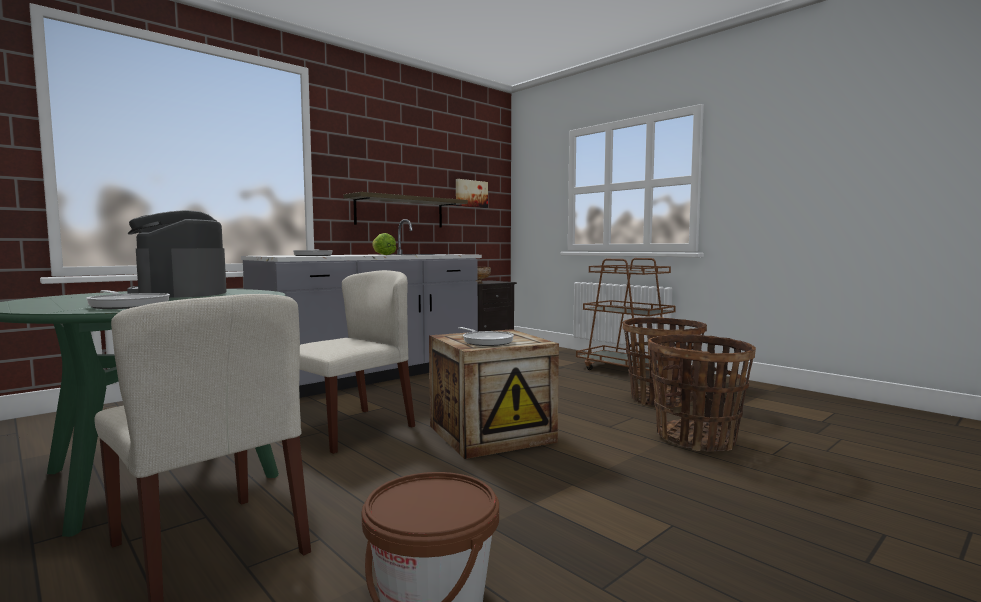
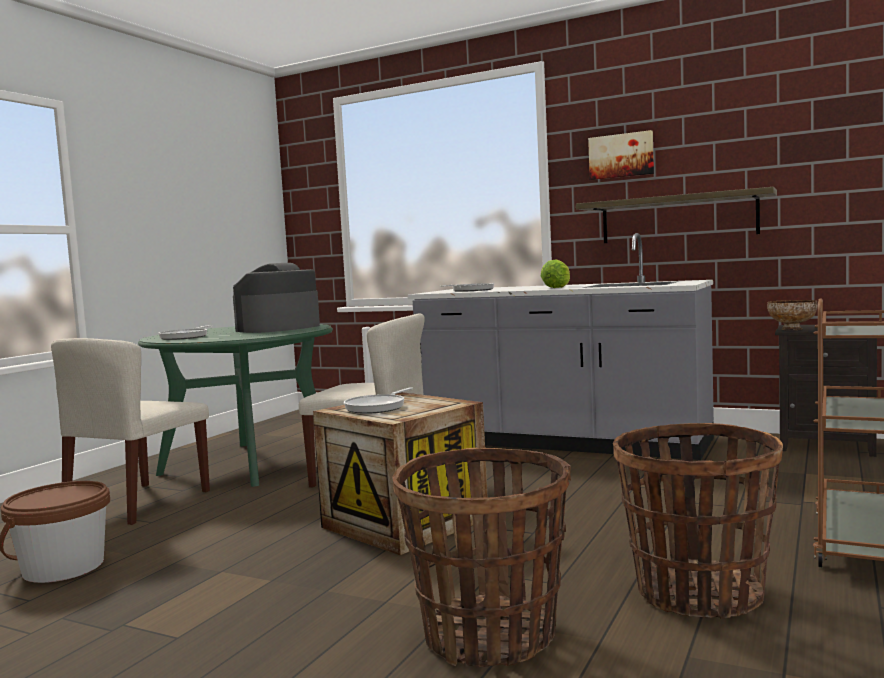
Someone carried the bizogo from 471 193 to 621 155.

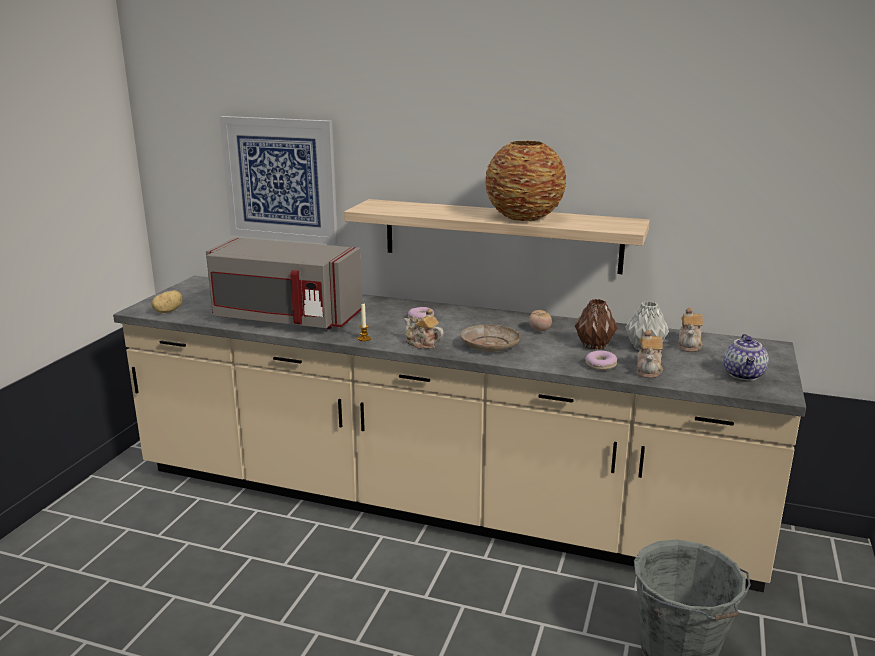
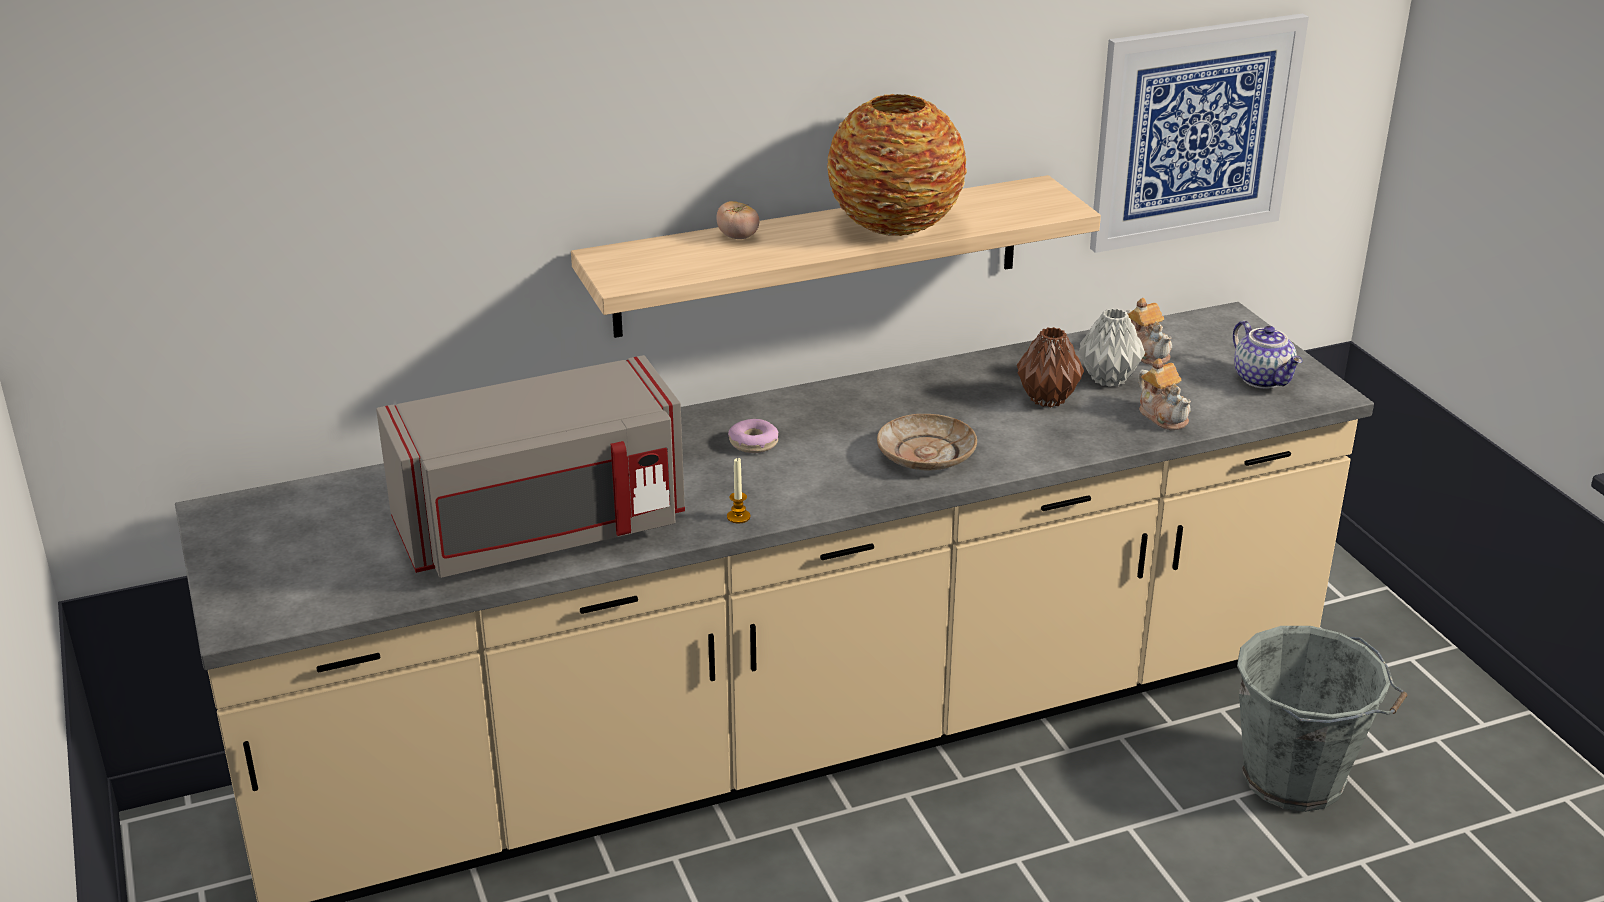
Someone took away the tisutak at 168 311.
Someone carried the bizogo from 280 179 to 1194 132.
Someone took away the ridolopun at 422 344.
Someone carried the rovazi from 539 330 to 738 237.
Someone took away the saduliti at 600 365.

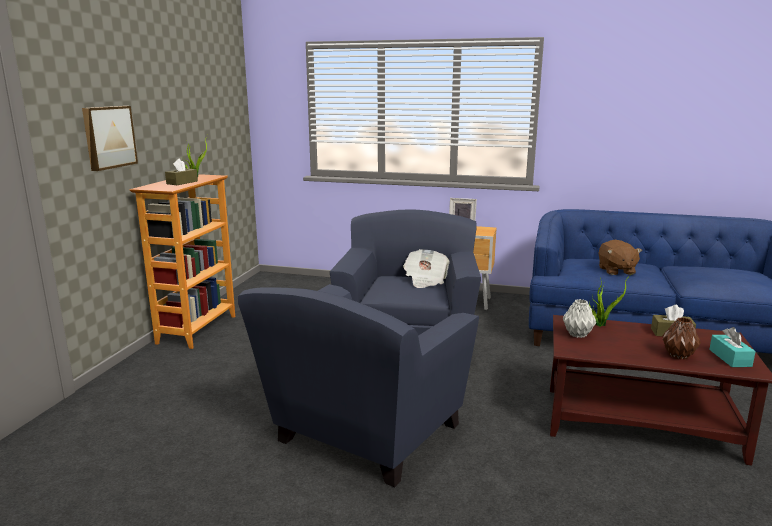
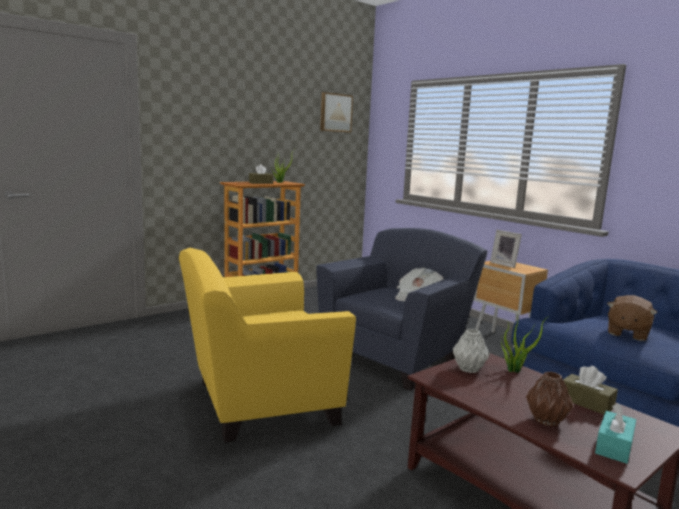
Someone carried the bizogo from 108 137 to 335 112.
Someone repainted the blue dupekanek at 361 436, which became the yellow dupekanek at 257 402.

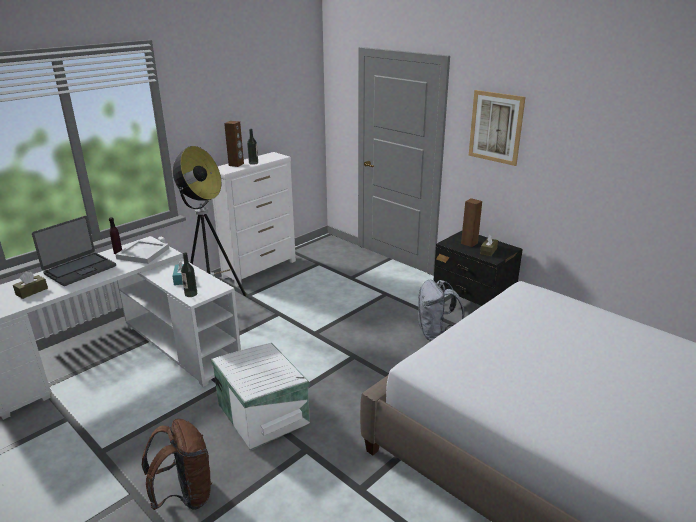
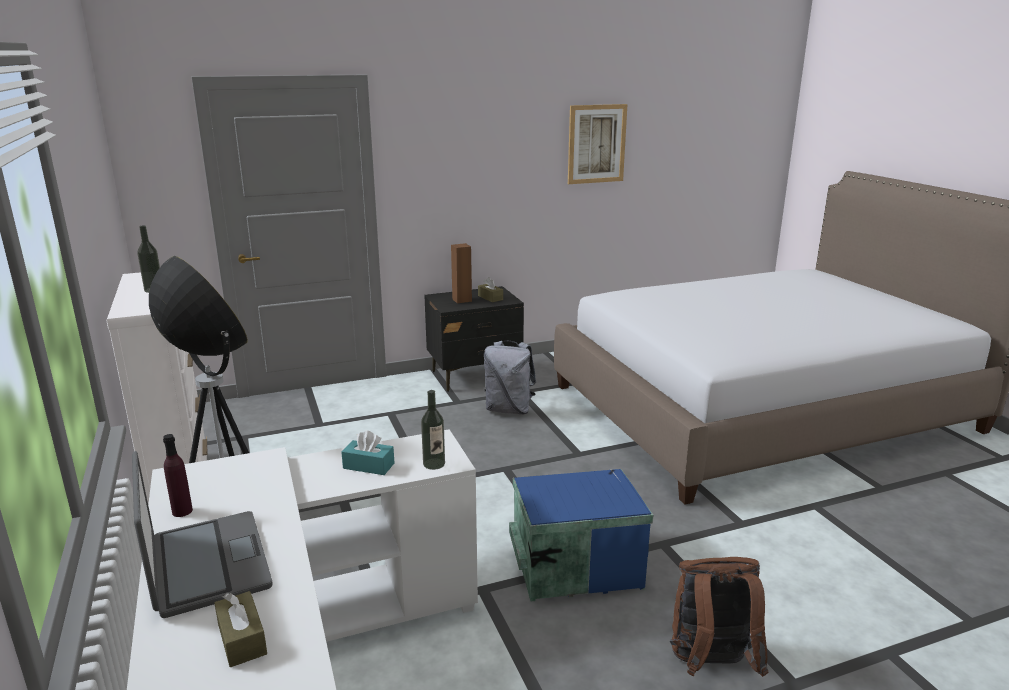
Someone took away the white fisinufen at 143 253.
Someone repainted the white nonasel at 263 412, which became the blue nonasel at 574 562.
Someone took away the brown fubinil at 236 164.
Someone carried the bizogo from 496 127 to 596 144.

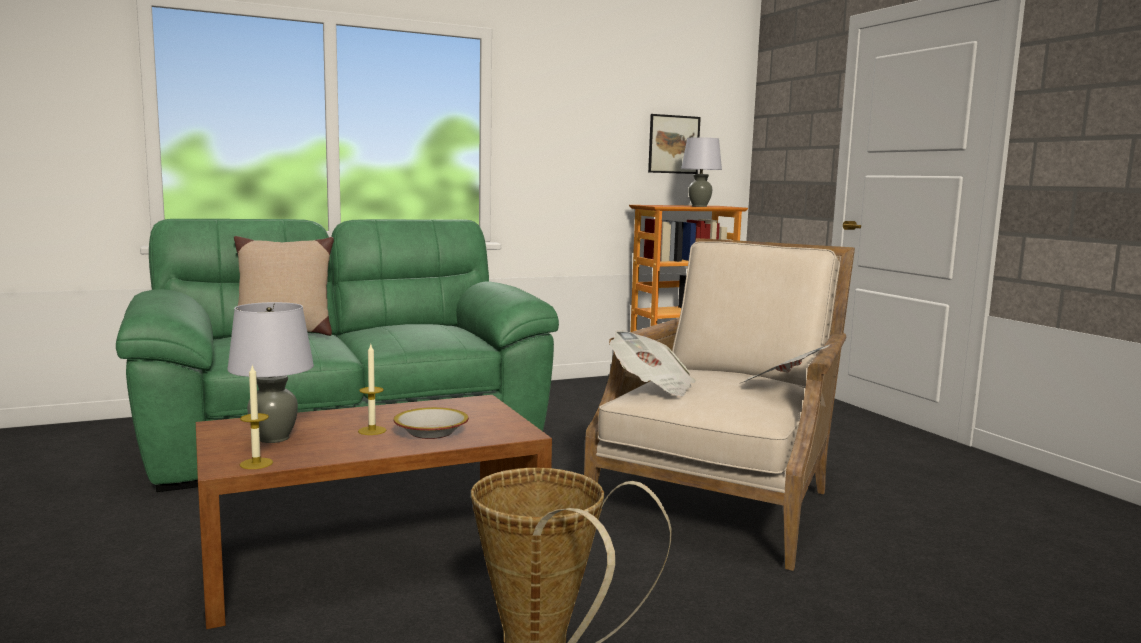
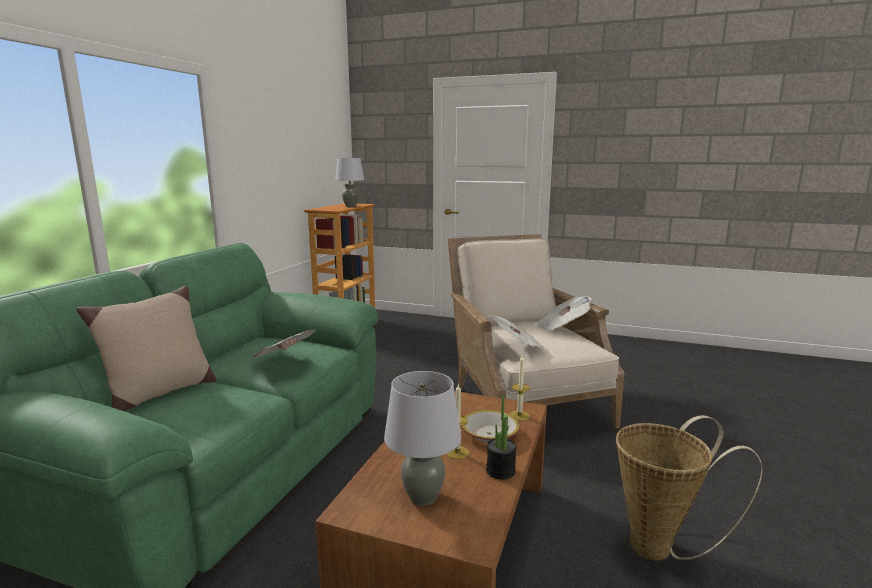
Someone carried the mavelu from 256 463 to 519 415.
Someone took away the bizogo at 673 144.
Someone put down the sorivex at 284 360.
Someone put down the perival at 500 471.

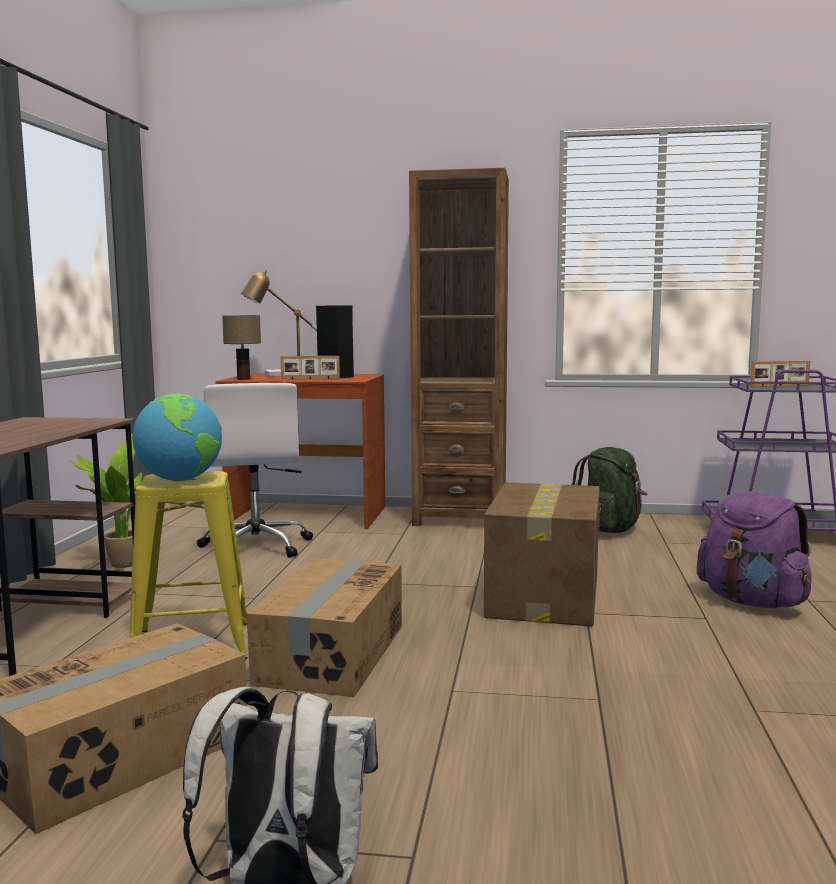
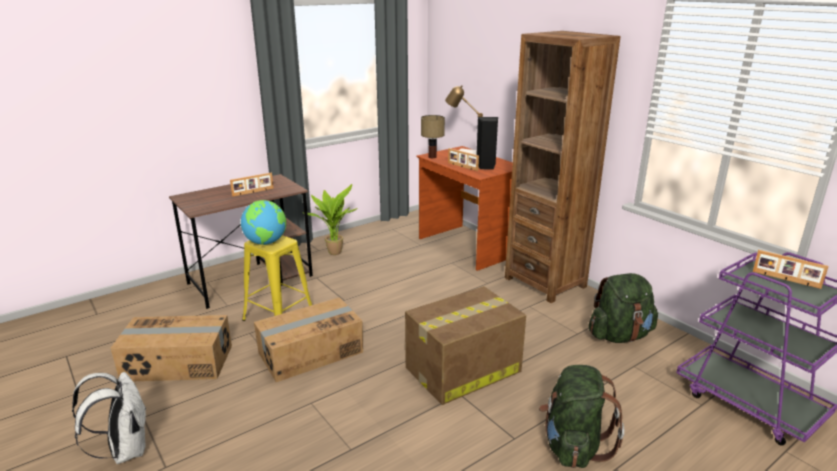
Someone took away the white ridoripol at 256 547.
Someone repainted the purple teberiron at 752 601, which became the green teberiron at 573 446.
Someone put down the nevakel at 253 192.

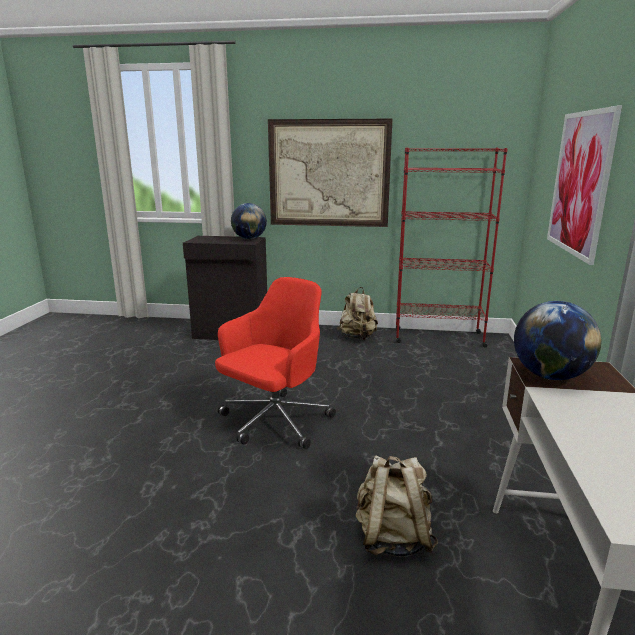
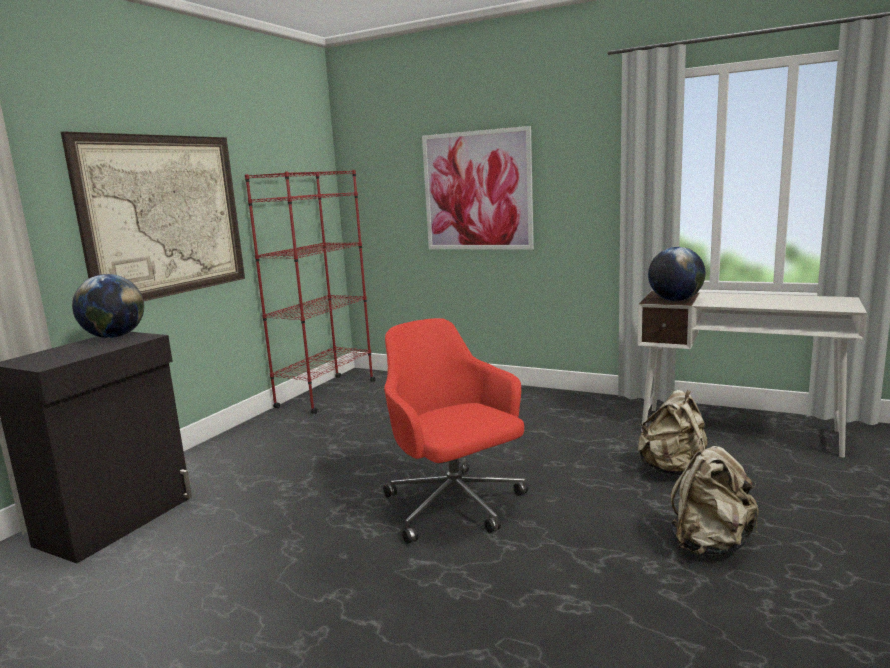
Someone carried the beige teberiron from 357 337 to 710 544.

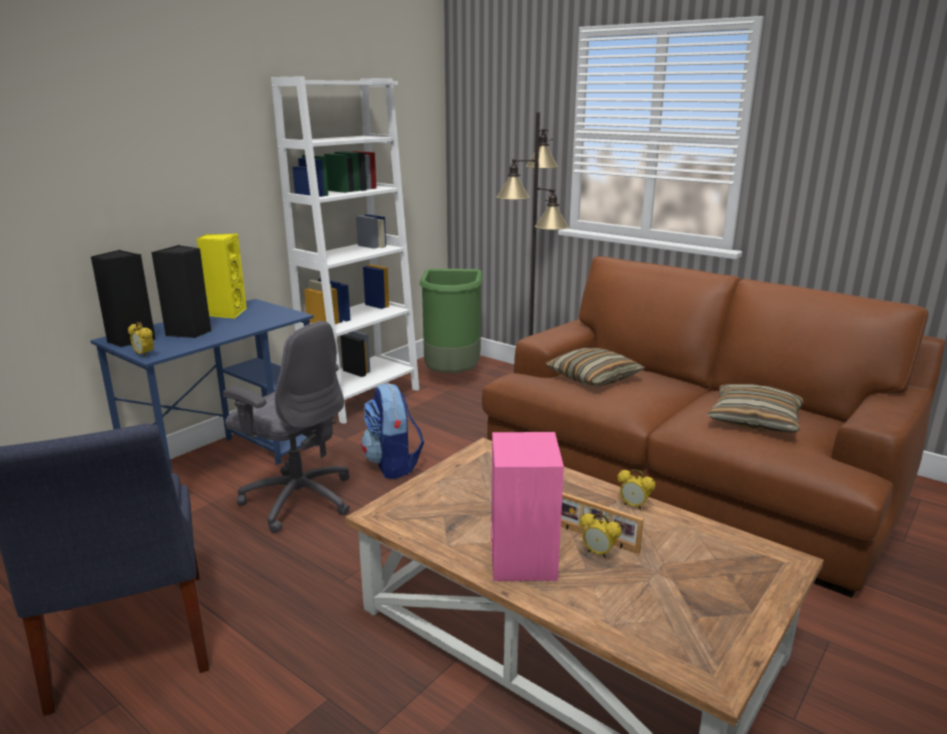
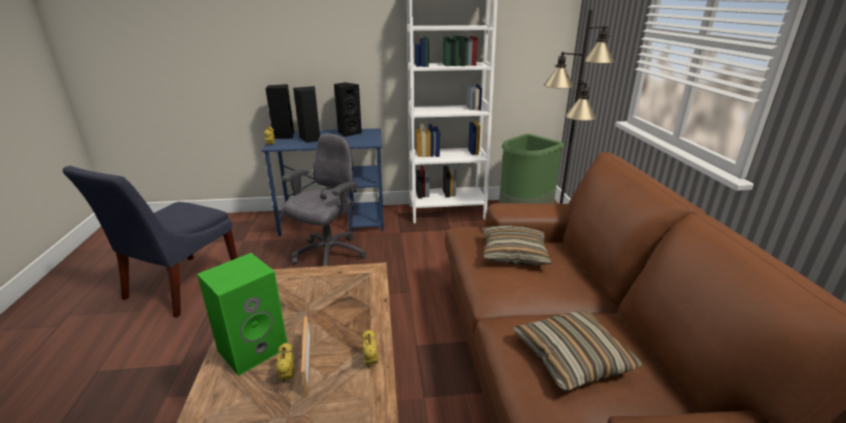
Someone repainted the yellow fubinil at 227 313, which became the black fubinil at 348 133.
Someone rotated the grey ridoripol at 298 499 by 135 degrees counterclockwise.
Someone took away the teberiron at 393 465.
Someone repainted the pink fubinil at 521 557, which became the green fubinil at 253 347.

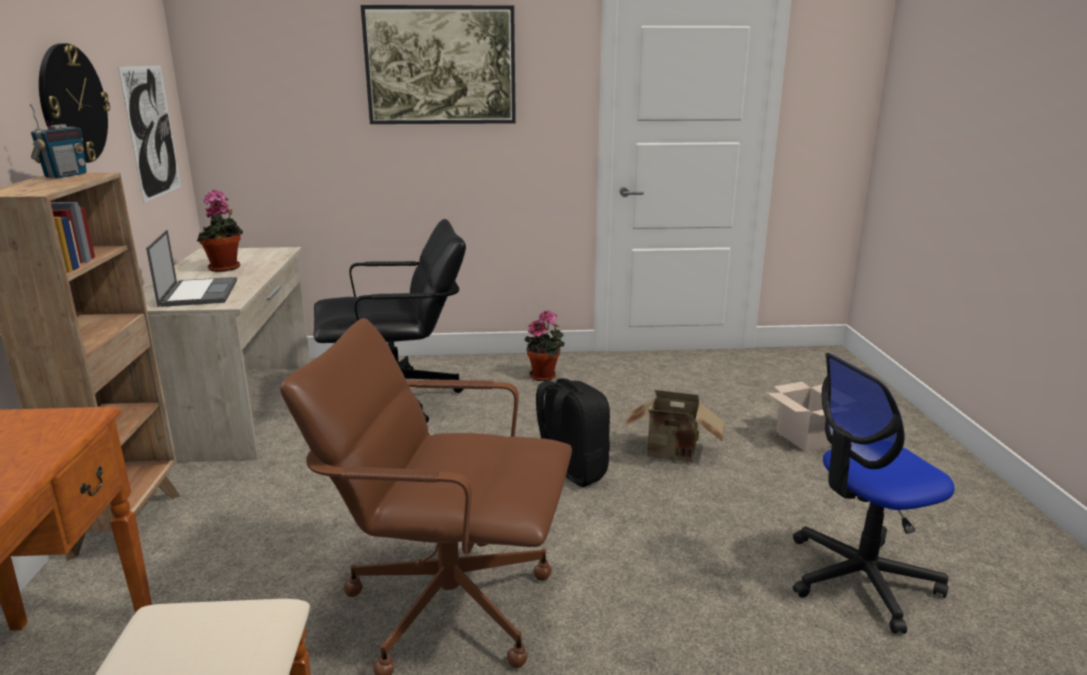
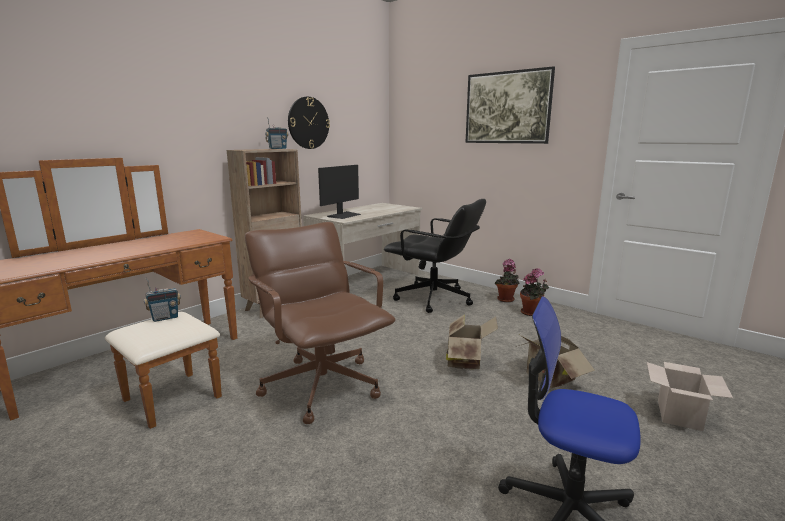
Someone took away the bizogo at 152 132.
Someone swapped the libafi at 198 292 for the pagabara at 344 215.
Someone carried the perival from 225 268 to 506 300.
Someone swapped the black teberiron at 569 472 for the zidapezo at 467 361.
Someone put down the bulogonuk at 165 318.

